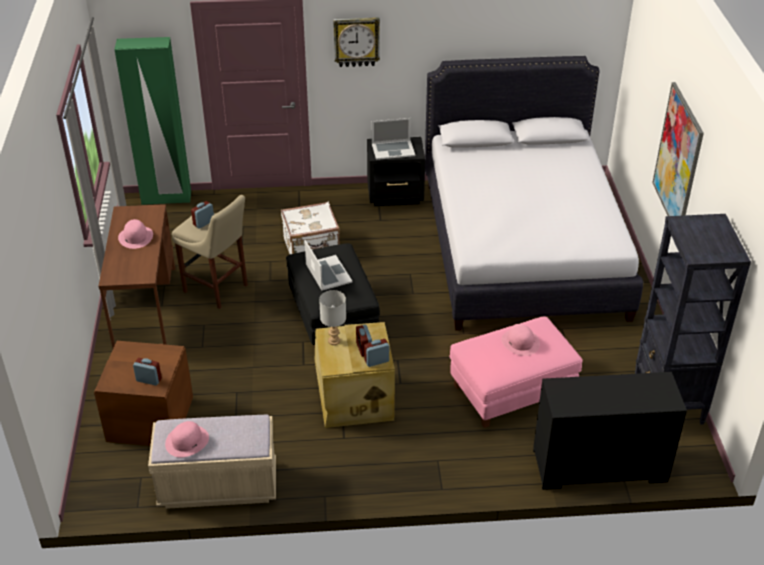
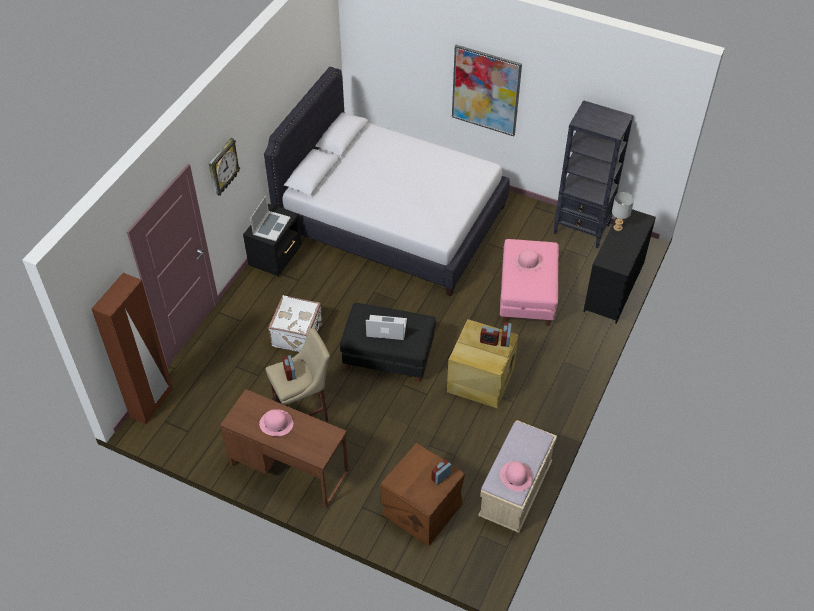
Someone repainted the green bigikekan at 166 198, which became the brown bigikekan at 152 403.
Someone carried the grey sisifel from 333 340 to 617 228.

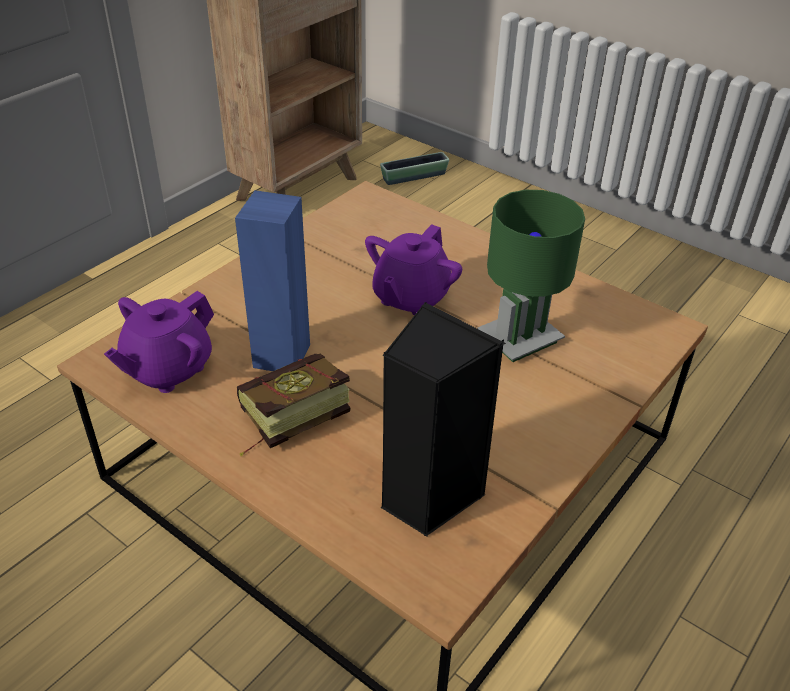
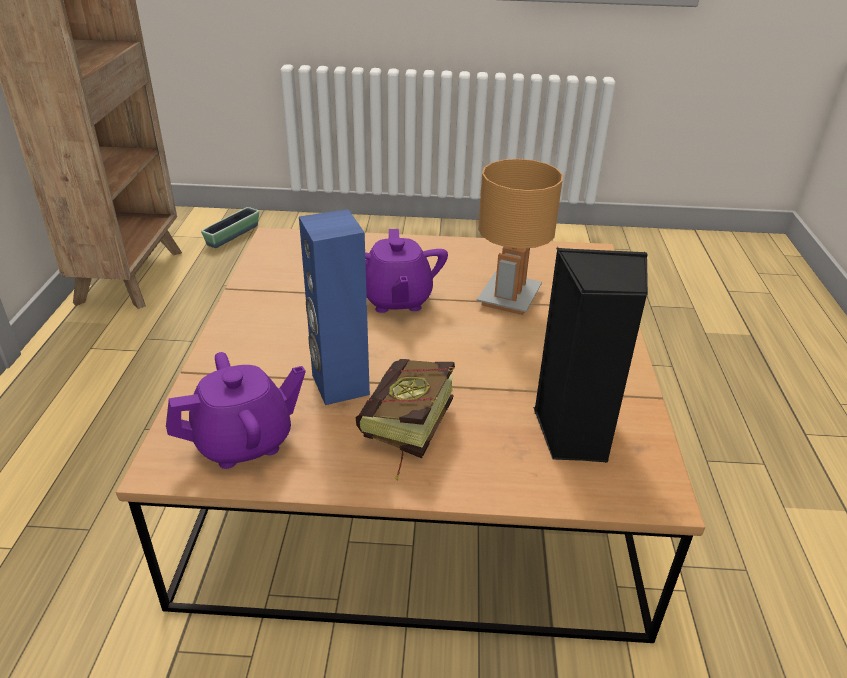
Someone rotated the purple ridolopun at 167 369 by 120 degrees counterclockwise.
Someone repainted the green sisifel at 519 338, which became the brown sisifel at 508 297.

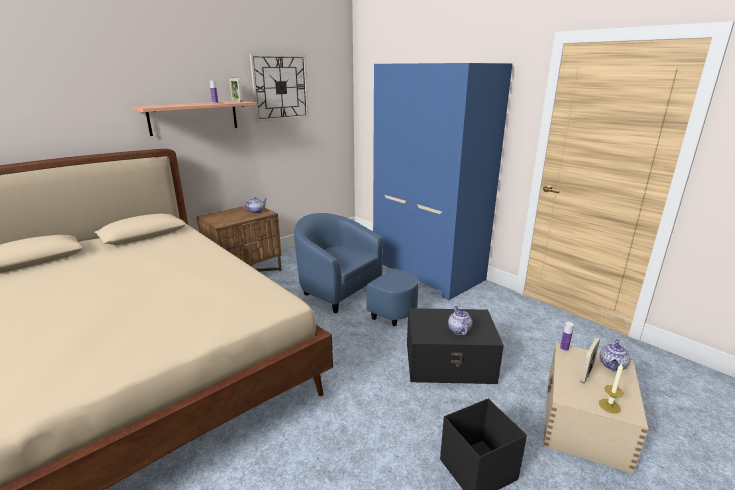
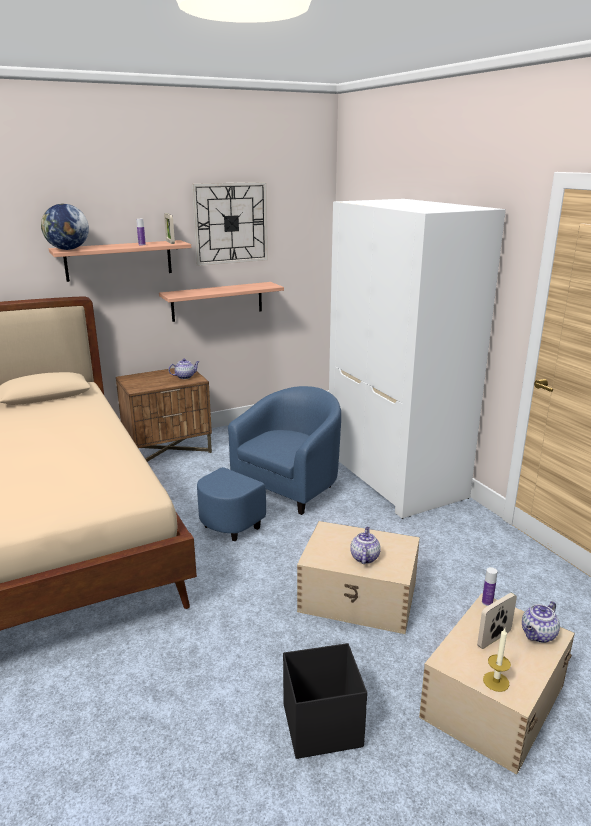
Someone rotated the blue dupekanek at 349 297 by 75 degrees clockwise.
Someone repainted the blue bigikekan at 428 272, which became the white bigikekan at 396 478.
Someone repainted the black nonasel at 450 362, which became the beige nonasel at 359 597.
Someone put down the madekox at 67 249.
Someone put up the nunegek at 217 301.

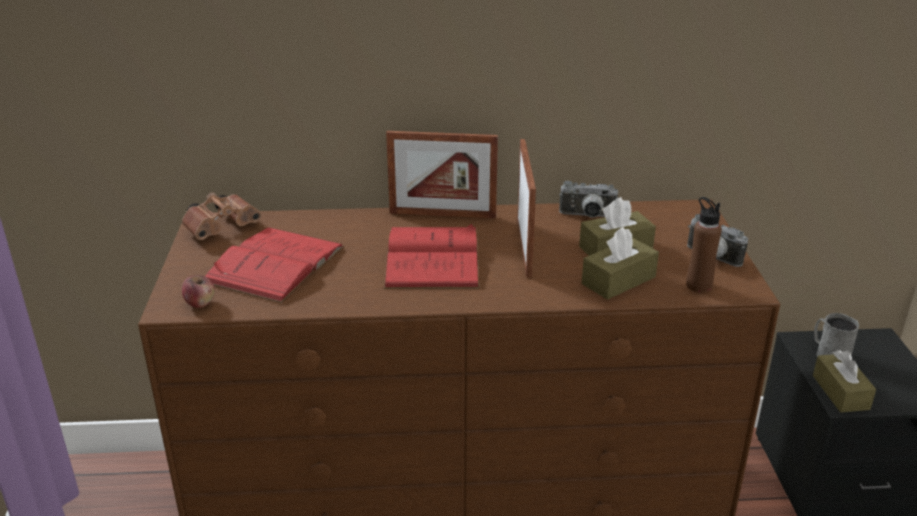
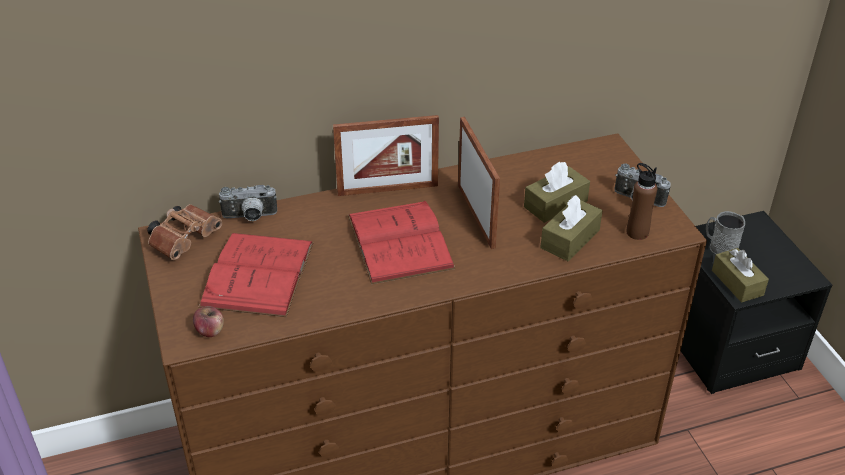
Someone carried the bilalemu from 587 216 to 250 217.

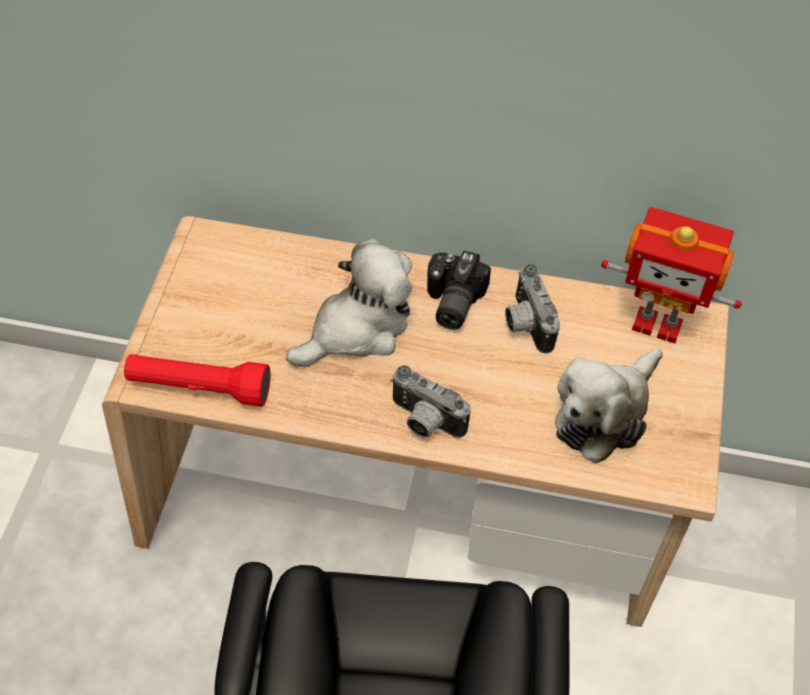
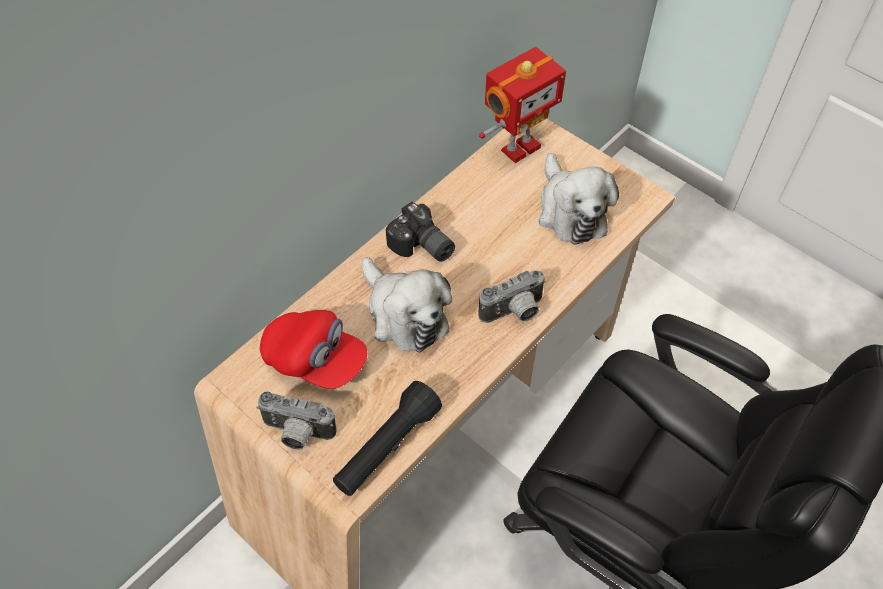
Someone repainted the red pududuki at 199 387, which became the black pududuki at 387 447.
Someone rotated the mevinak at 358 328 by 150 degrees clockwise.
Someone carried the bilalemu from 525 323 to 296 434.
Someone put down the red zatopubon at 315 360.

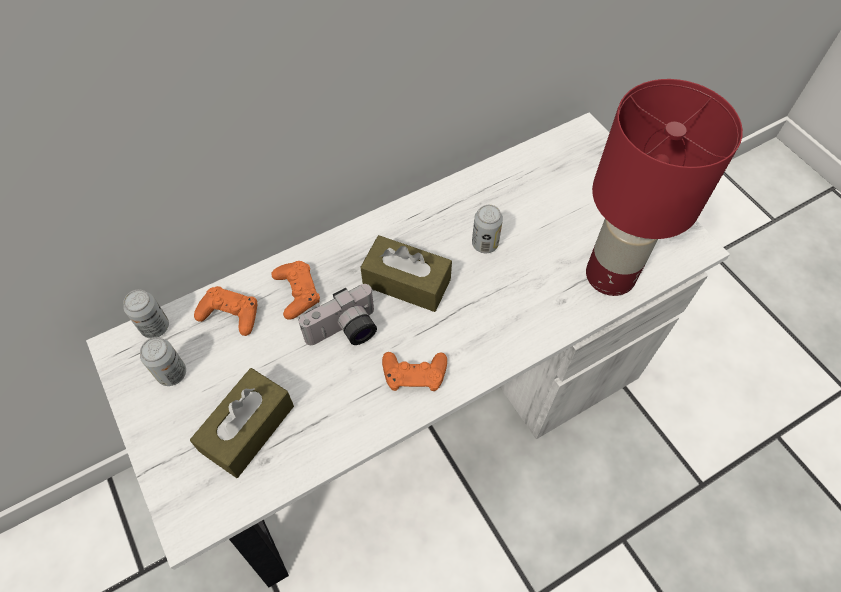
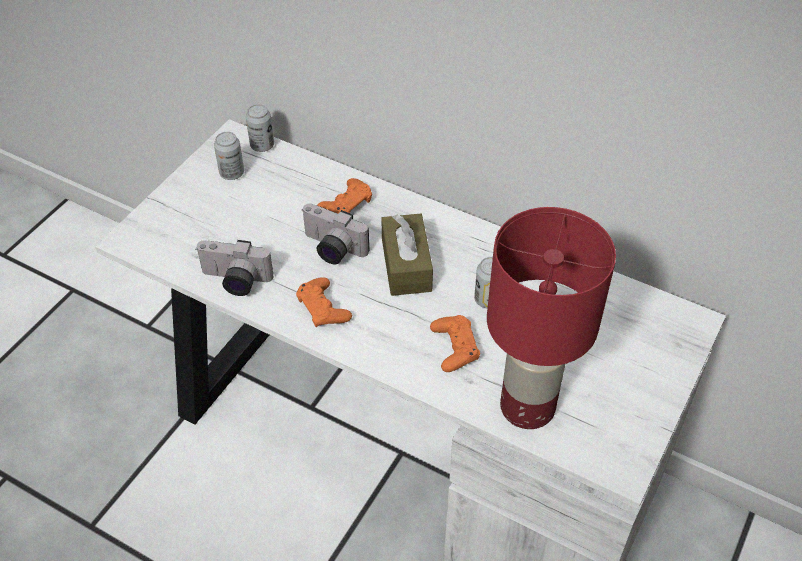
Someone took away the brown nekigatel at 248 429.
Someone carried the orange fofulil from 230 314 to 455 347.
Someone put down the bilalemu at 234 281.

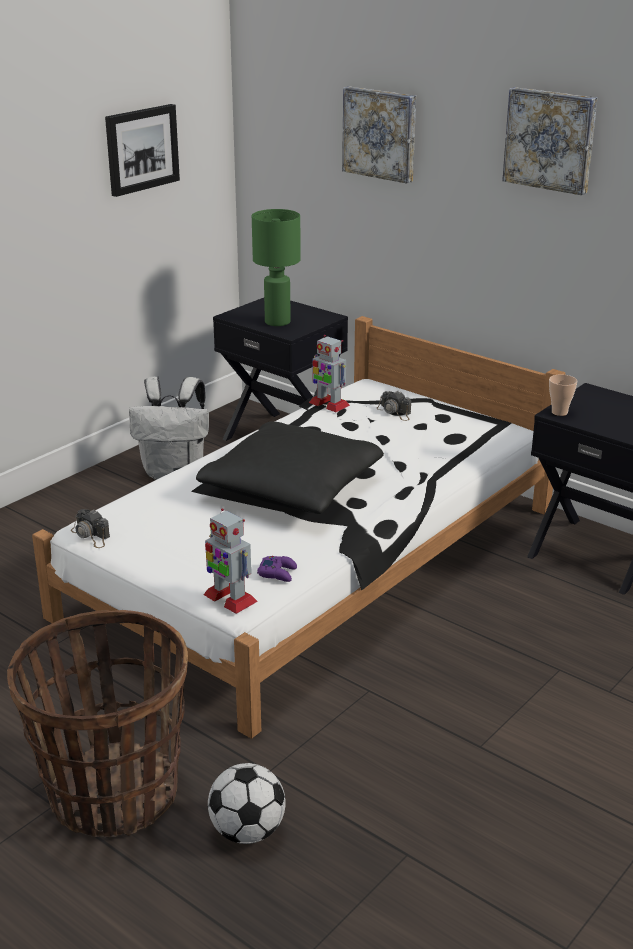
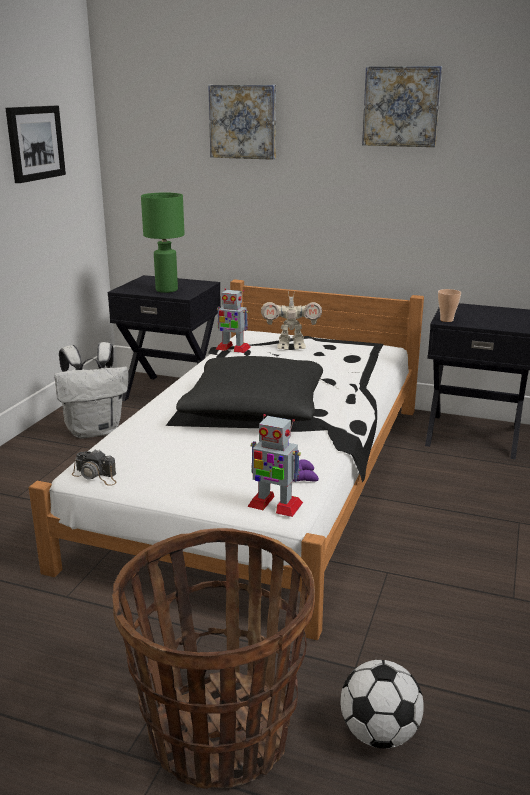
Someone swapped the bilalemu at 395 412 for the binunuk at 291 347.

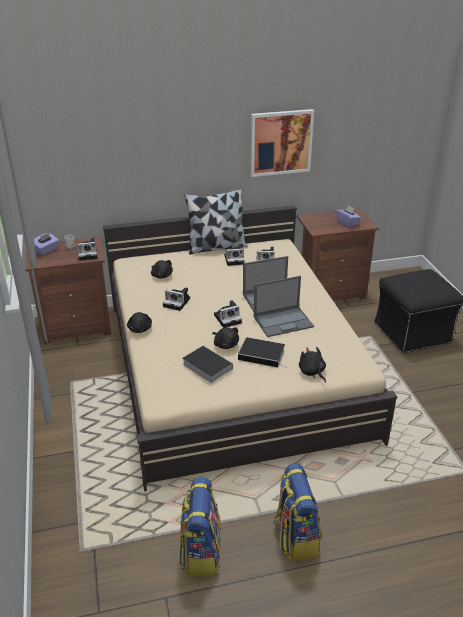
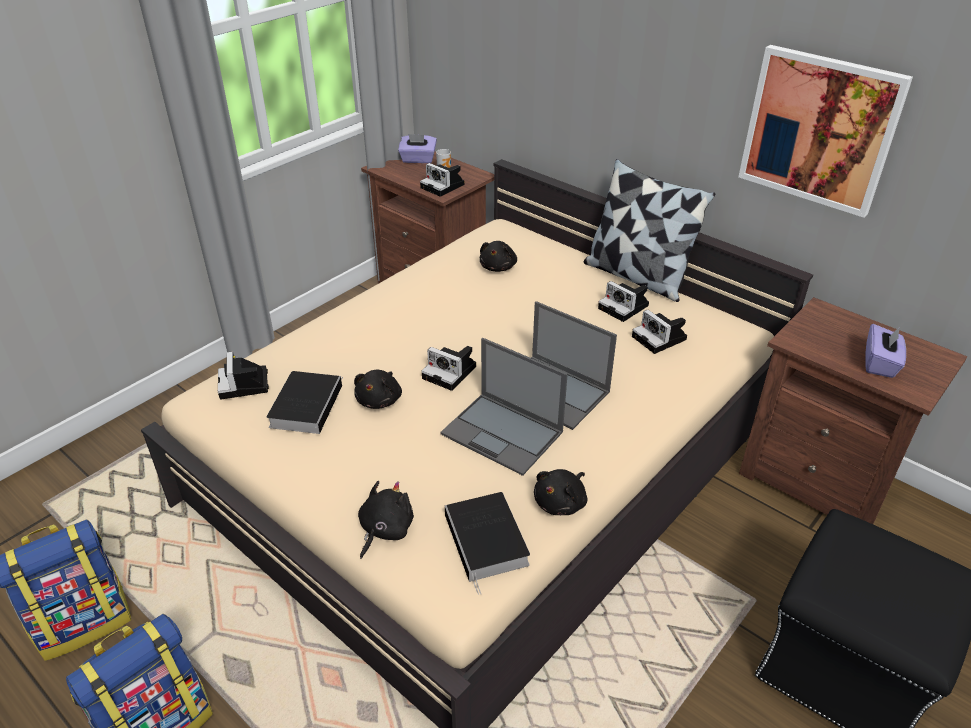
Someone carried the black mevinak from 140 329 to 561 503.
Someone carried the bilalemu from 177 302 to 244 385.
Someone carried the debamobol from 263 355 to 487 542.

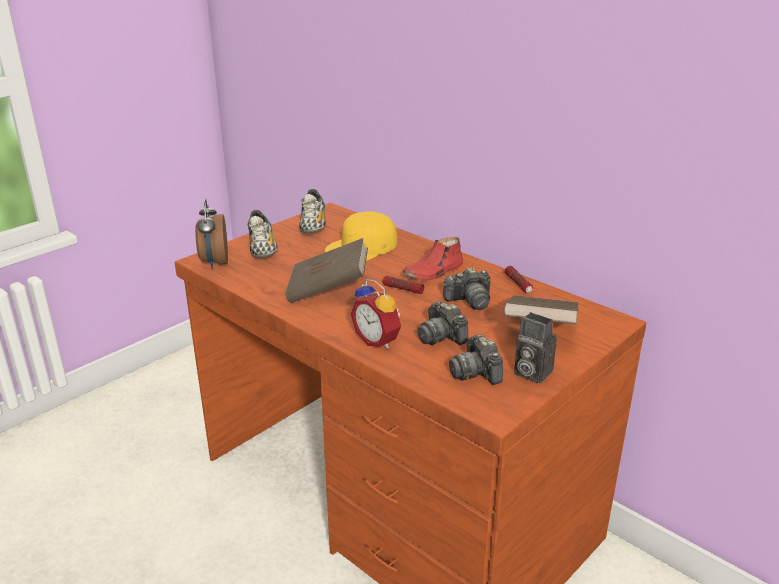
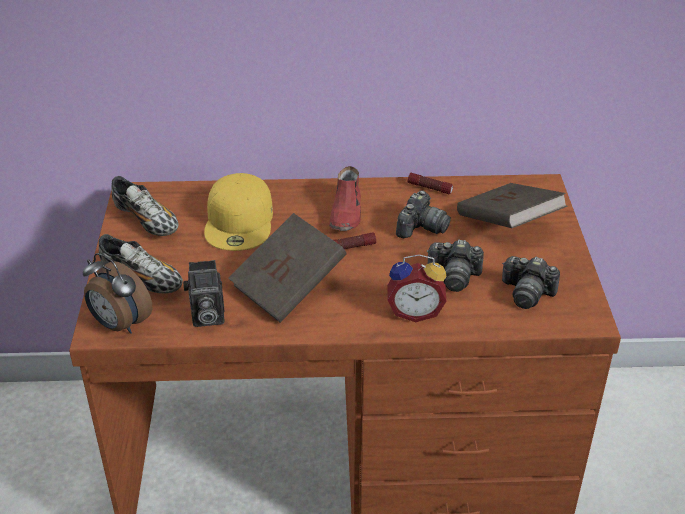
Someone carried the bilalemu from 530 372 to 206 317.

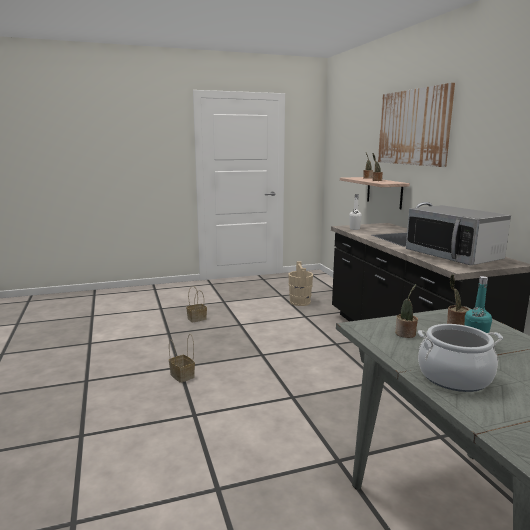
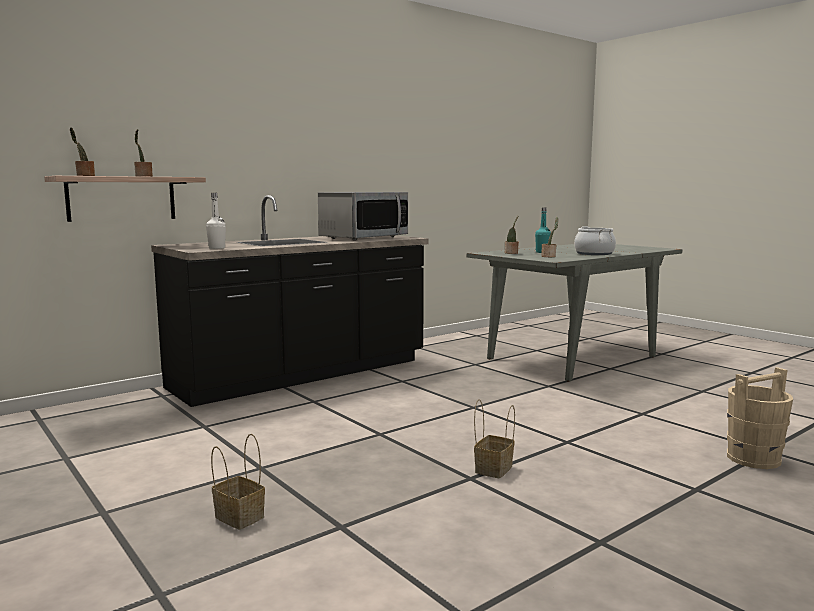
Someone carried the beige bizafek from 300 302 to 752 459.
Someone took away the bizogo at 413 127.

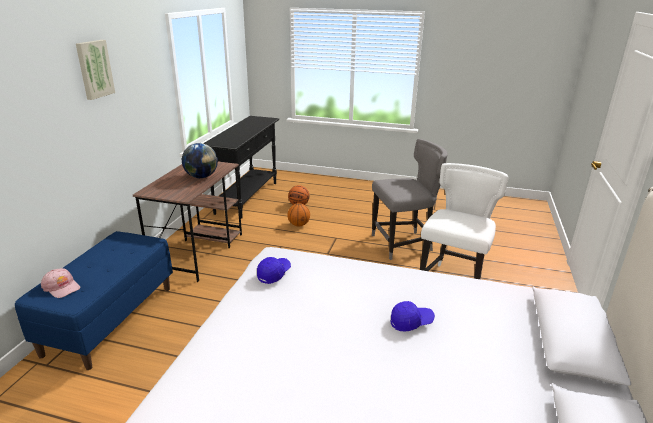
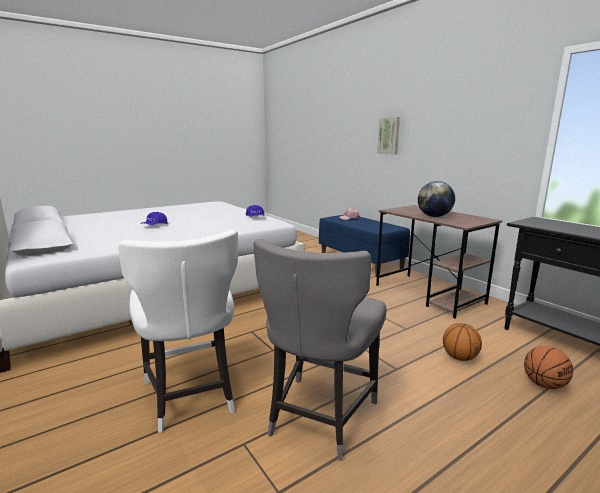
Someone carried the bizogo from 94 69 to 389 136.

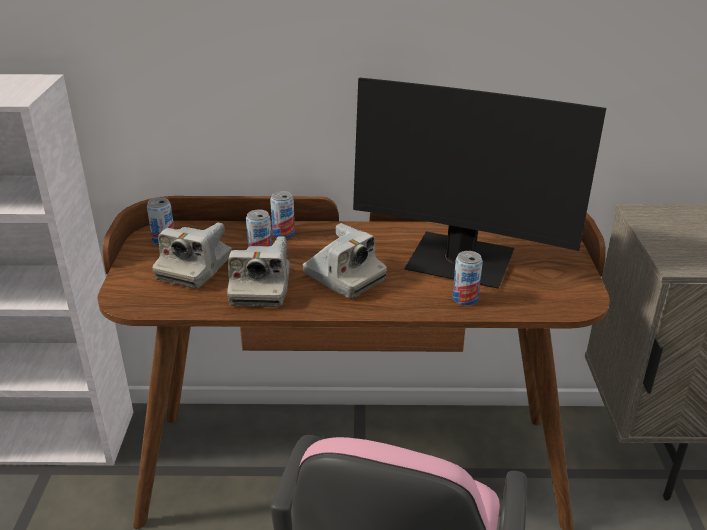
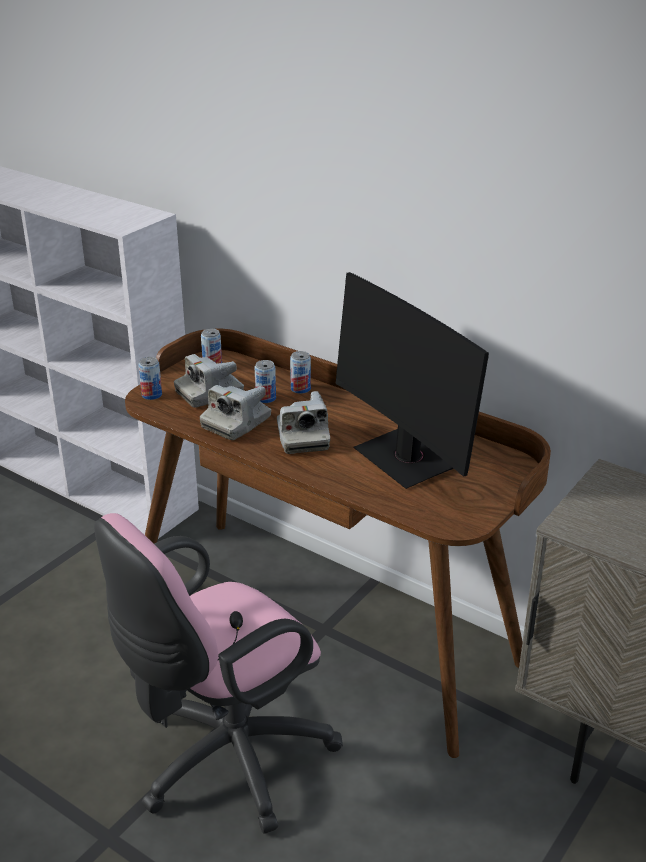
Someone carried the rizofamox from 465 298 to 152 395.

